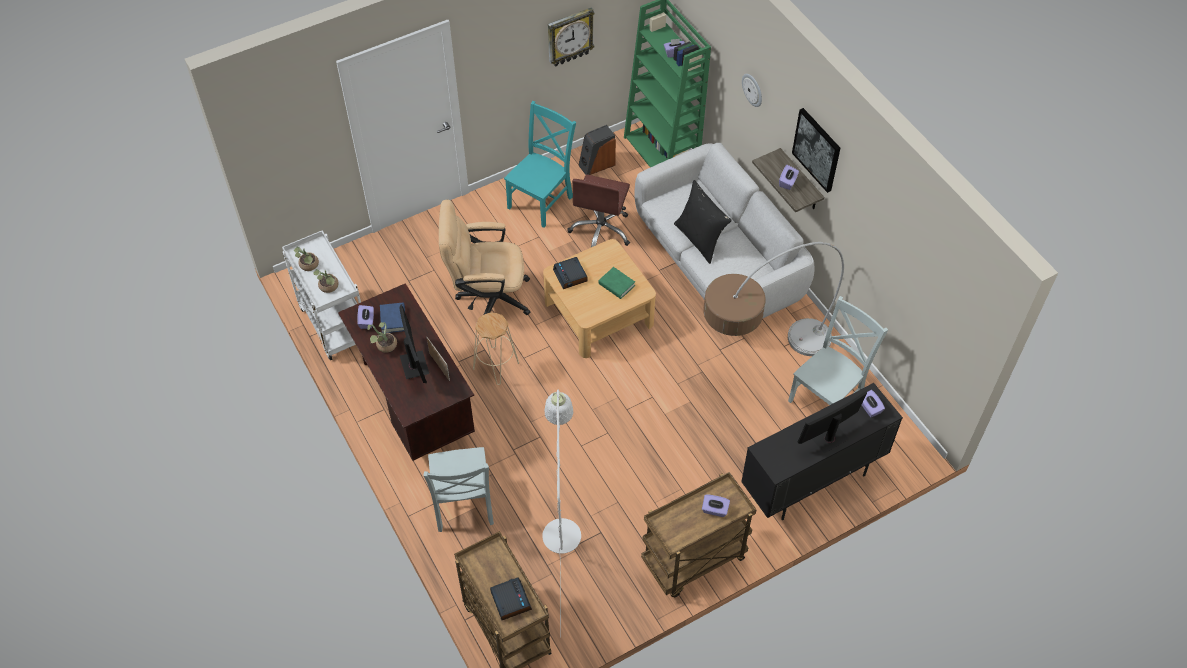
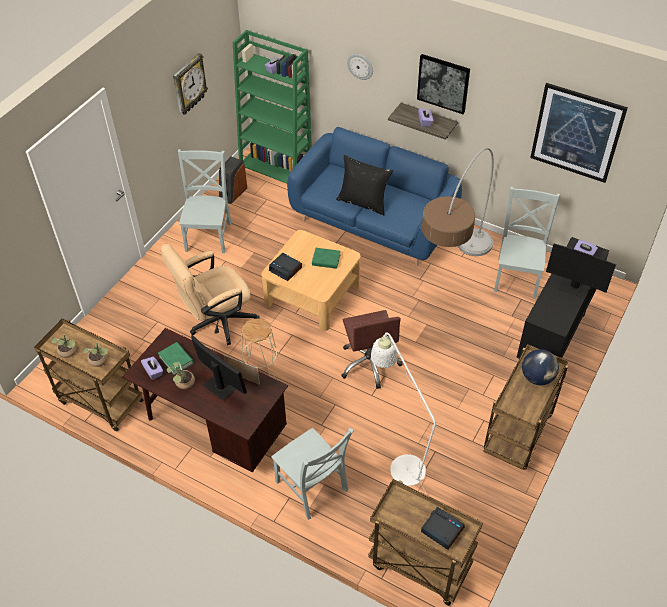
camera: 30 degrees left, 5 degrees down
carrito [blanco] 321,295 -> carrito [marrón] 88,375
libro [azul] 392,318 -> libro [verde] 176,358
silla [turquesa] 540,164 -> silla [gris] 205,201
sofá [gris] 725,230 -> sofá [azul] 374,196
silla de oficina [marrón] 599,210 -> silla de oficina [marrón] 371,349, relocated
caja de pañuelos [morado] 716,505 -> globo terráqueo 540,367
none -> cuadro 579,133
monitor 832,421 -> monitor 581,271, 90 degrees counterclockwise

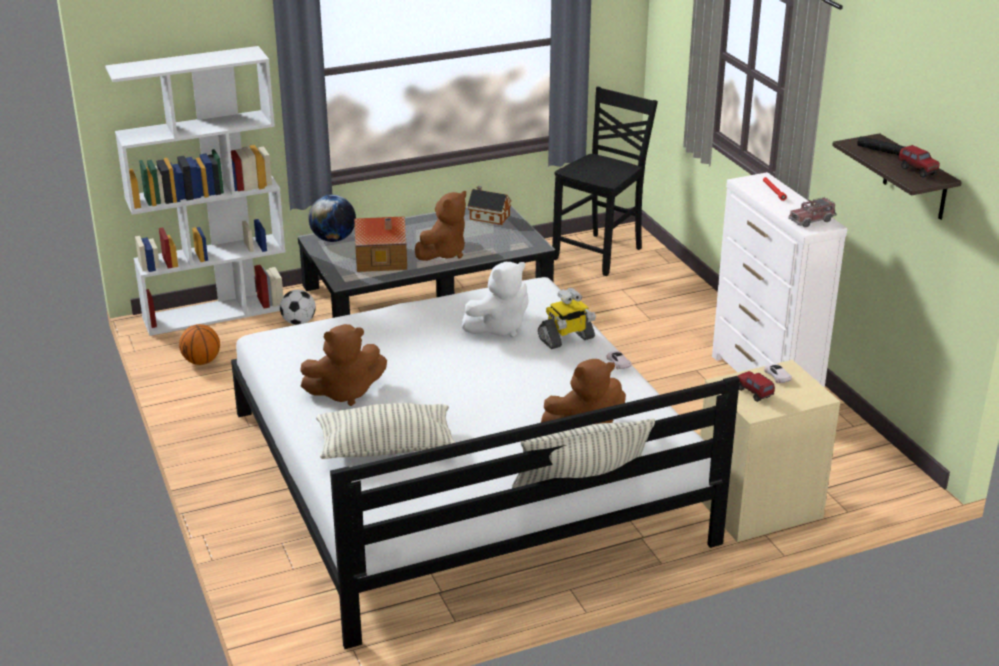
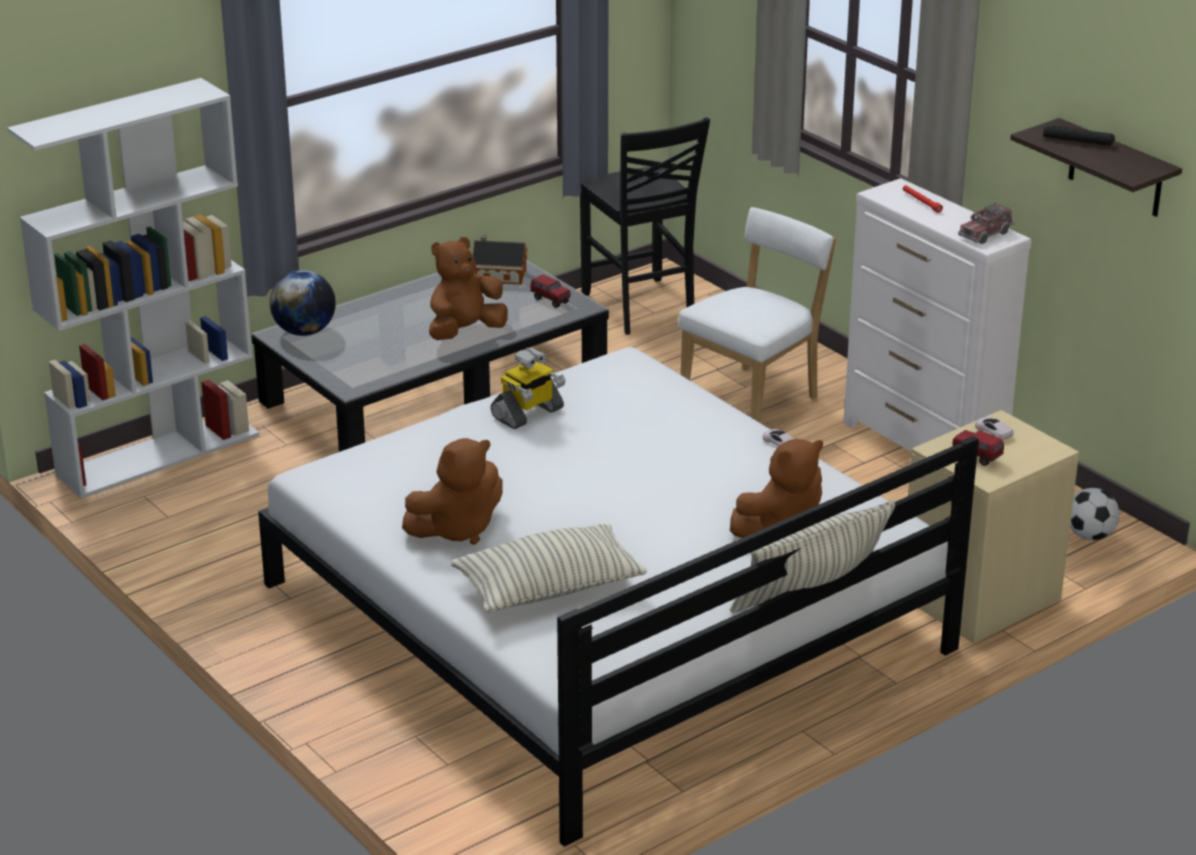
camera: 15 degrees left, 0 degrees up
peluche [marrón] 440,226 -> peluche [marrón] 468,288, 150 degrees counterclockwise
robot de juguete 567,318 -> robot de juguete 528,388, relocated
camión de juguete 919,161 -> camión de juguete 550,291, relocated
silla [negro] 605,181 -> silla [negro] 645,226, 135 degrees clockwise
none -> silla [blanco] 757,315
balón de fútbol 298,307 -> balón de fútbol 1095,514, relocated
balón de baloncesto 199,344 -> none
casita 380,244 -> none
peluche [blanco] 495,299 -> none

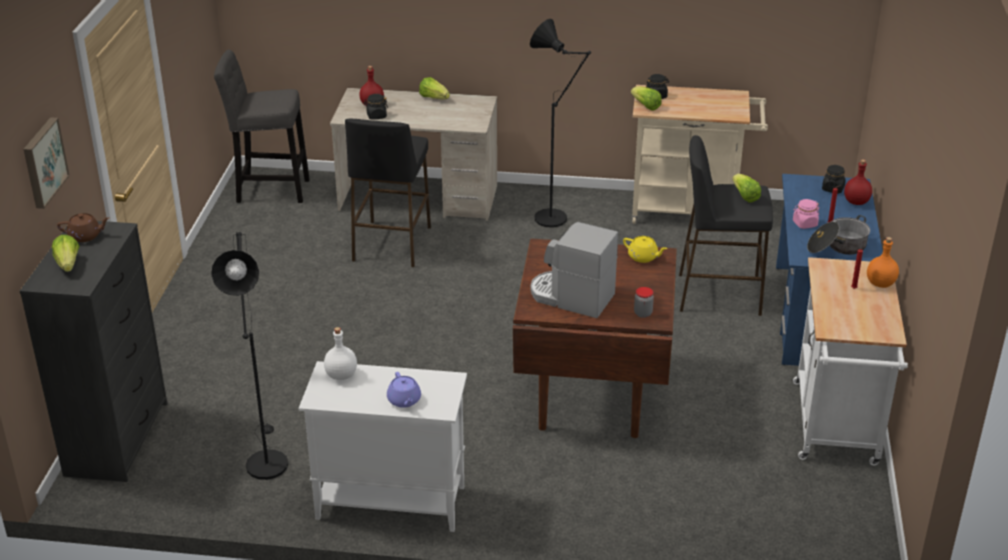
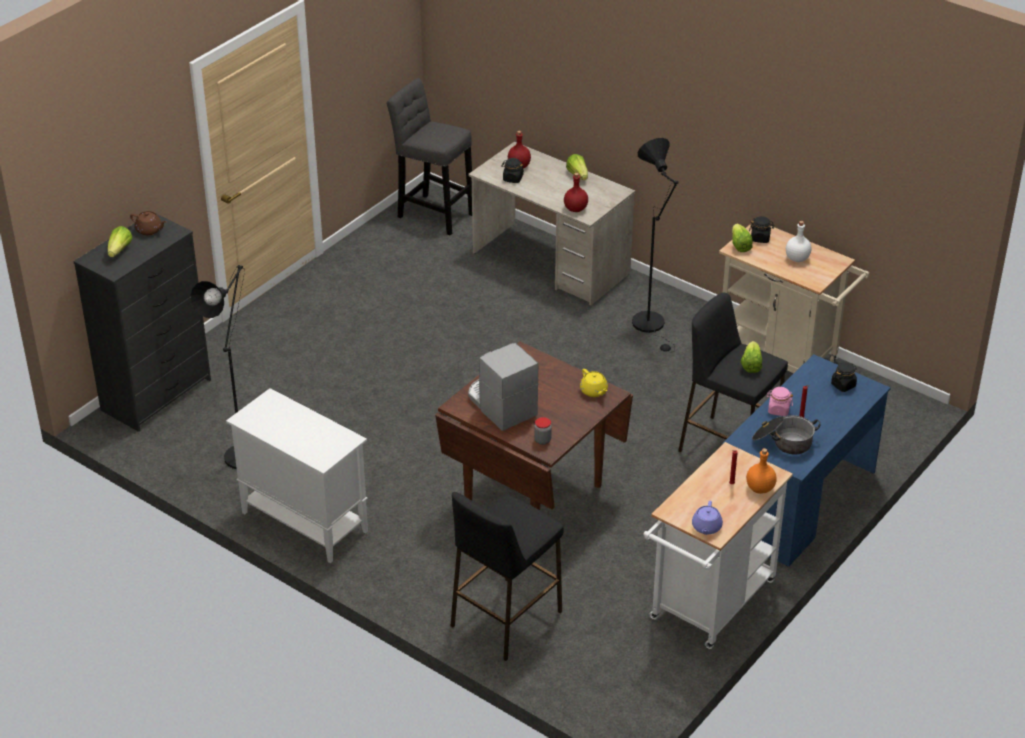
camera: 30 degrees right, 5 degrees up
taburete [negro] 388,193 -> taburete [negro] 507,576, relocated
botella [rojo] 858,182 -> botella [rojo] 576,192, relocated
tetera [morado] 404,390 -> tetera [morado] 707,518, relocated
botella [blanco] 340,353 -> botella [blanco] 799,241, relocated
cuadro 46,163 -> none

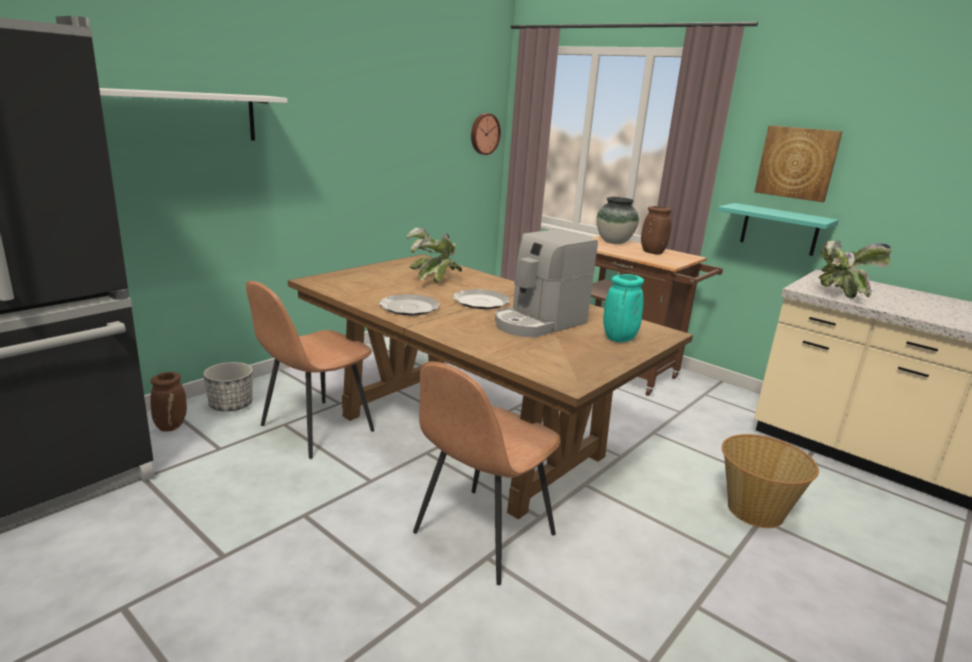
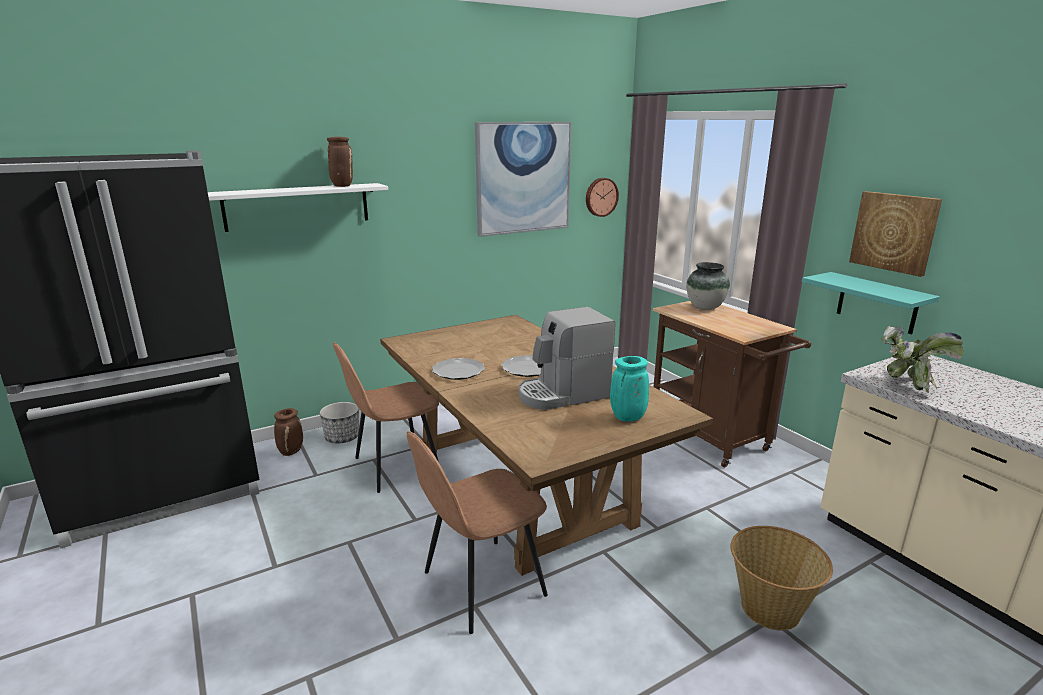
camera: 20 degrees right, 0 degrees up
florero [marrón] 656,230 -> florero [marrón] 340,162, relocated
none -> cuadro 523,179
planta en maceta 434,255 -> none

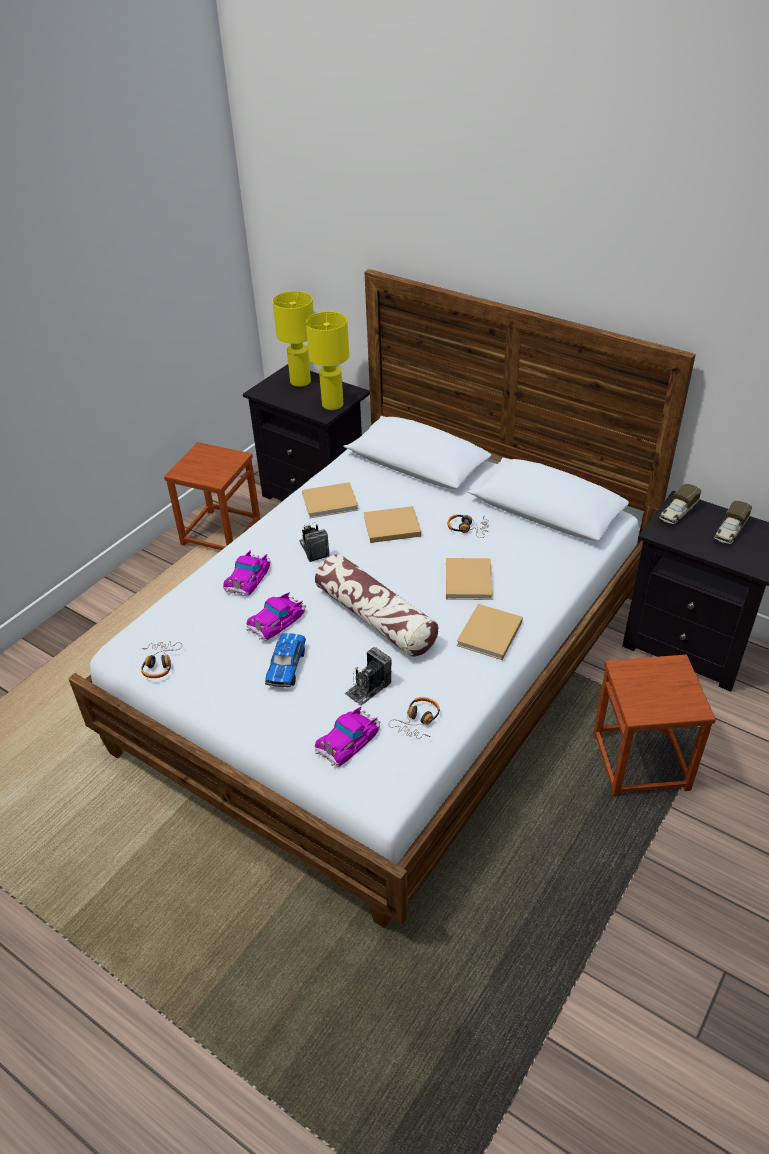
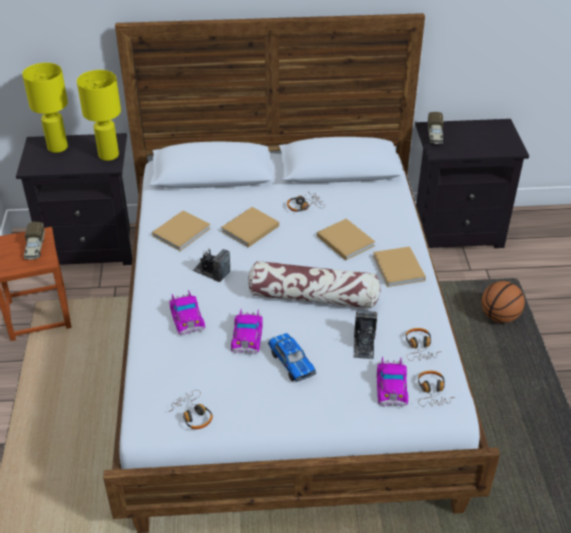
camera: 40 degrees left, 0 degrees up
camión de juguete 733,522 -> camión de juguete 34,241, relocated
none -> auriculares 437,389
taburete [marrón] 654,725 -> balón de baloncesto 503,302

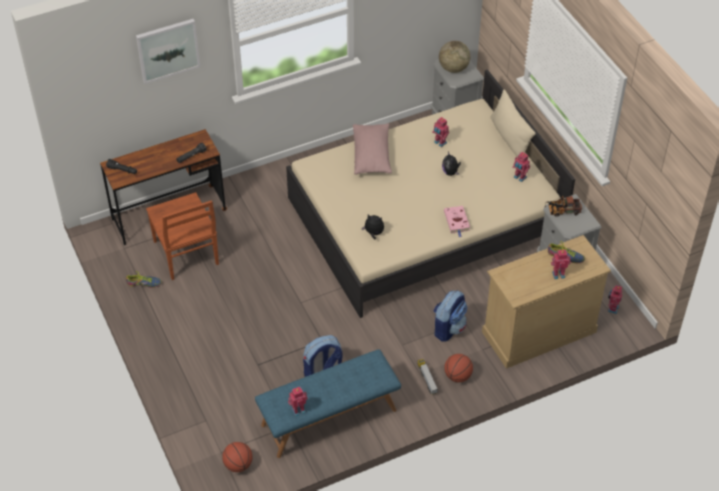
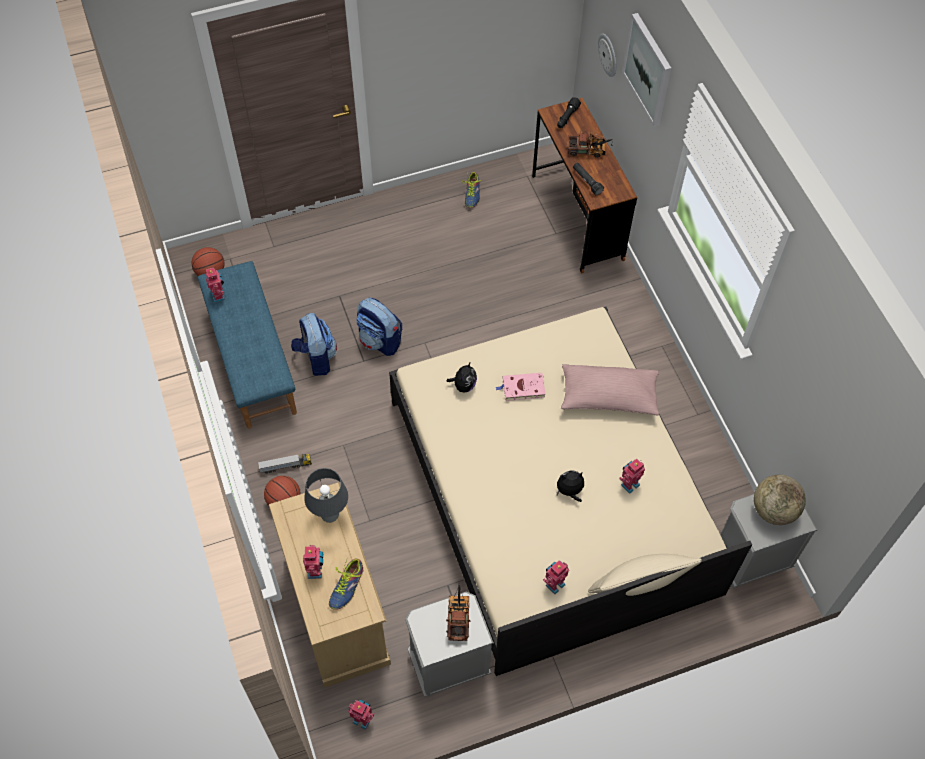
camera: 95 degrees right, 10 degrees up
none -> lámpara de mesa [gris] 326,495
mochila 450,316 -> mochila 379,326, relocated
libro [rosa] 457,221 -> libro [rosa] 520,387, relocated
none -> camión de juguete 590,144
none -> reloj de pared 607,55
silla [marrón] 182,236 -> none

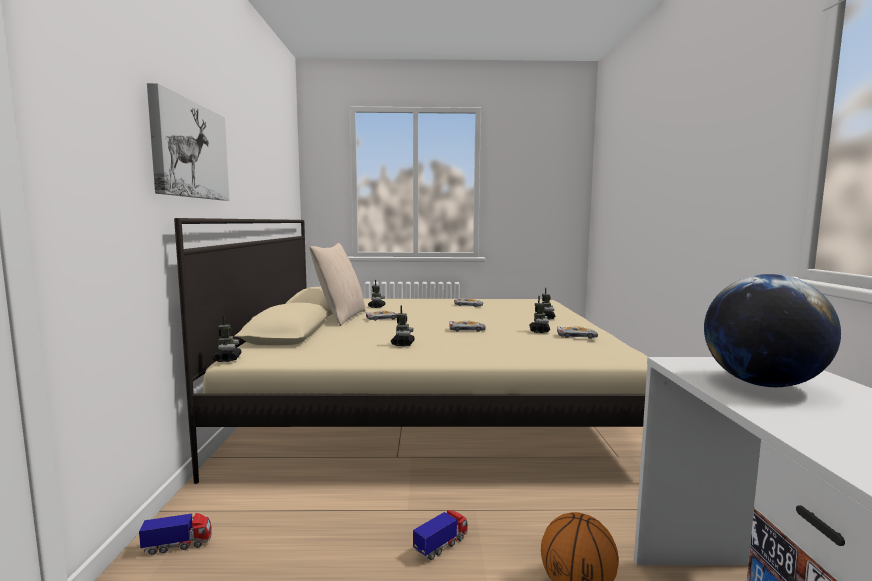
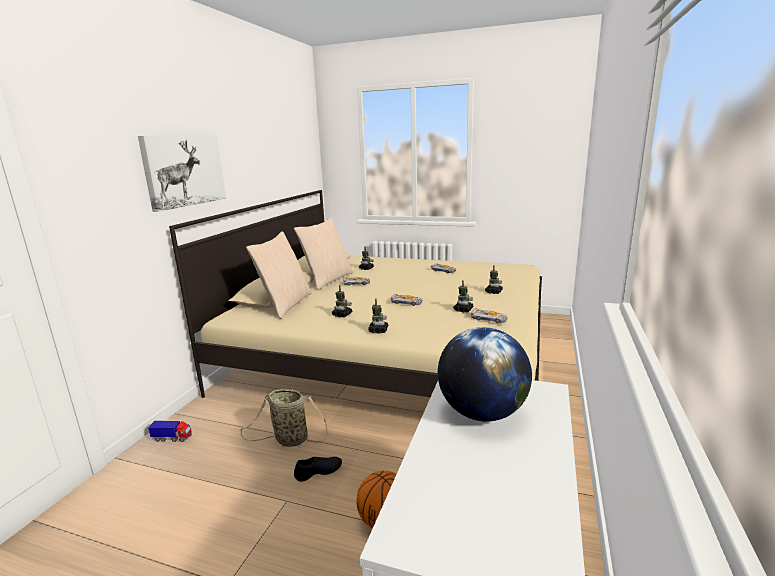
camera: 20 degrees right, 10 degrees up
none -> cesta 283,418
none -> cojín [beis] 279,275
camión de juguete 440,535 -> zapato [negro] 318,469
robot de juguete 227,339 -> robot de juguete 378,316, relocated

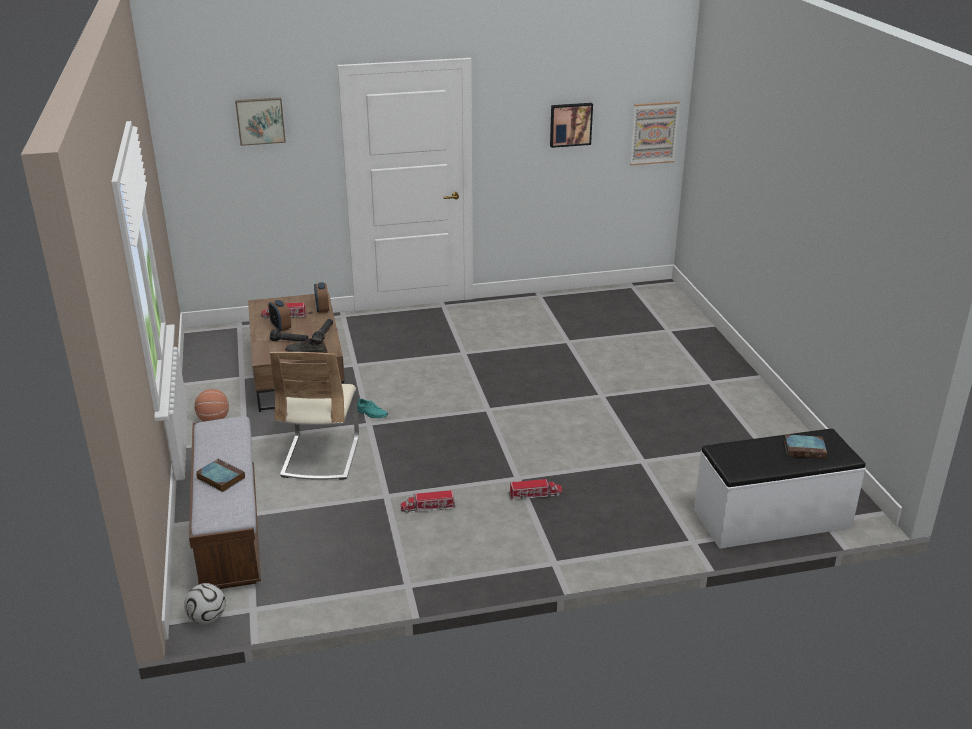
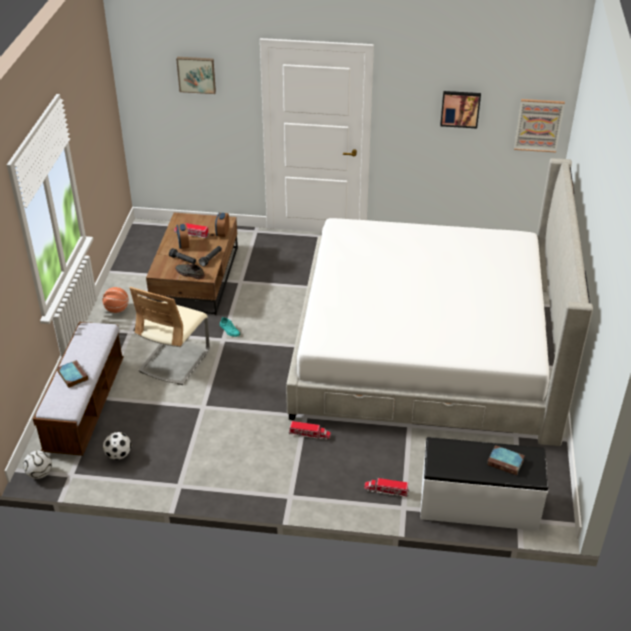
camera: 20 degrees right, 10 degrees up
none -> balón de fútbol 117,446
none -> cama 439,302
camión de juguete 428,501 -> camión de juguete 386,487, relocated

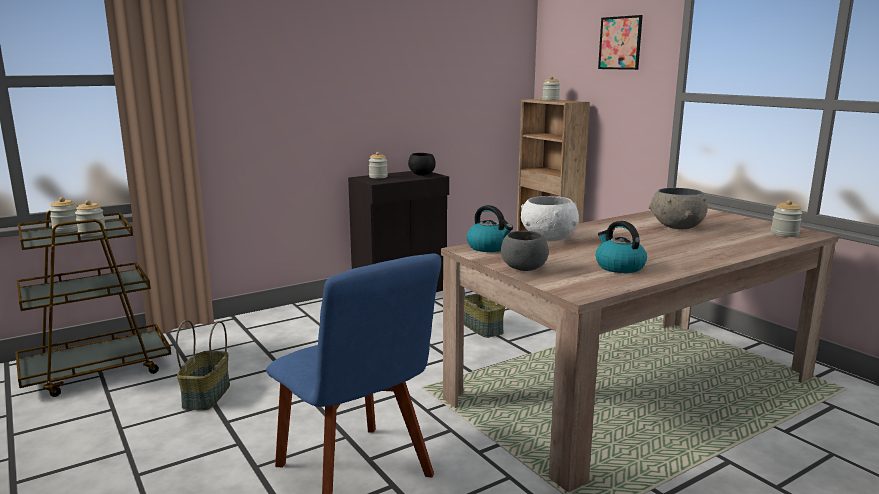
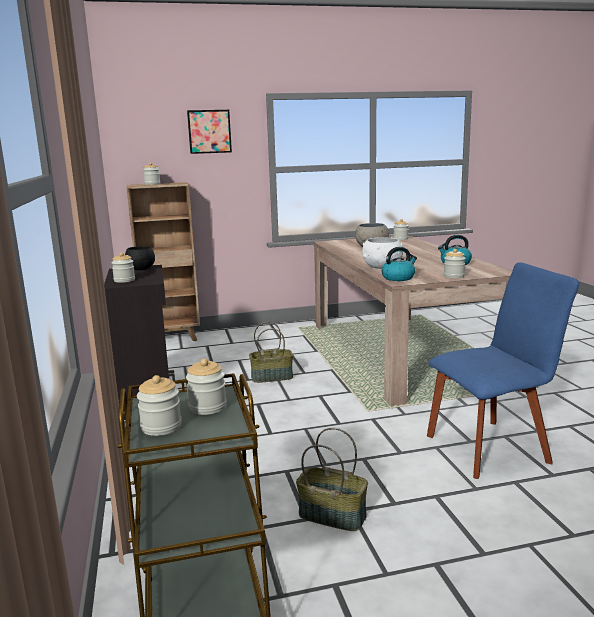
camera: 70 degrees left, 0 degrees up
cuenco [gris] 525,251 -> tarro 455,263

